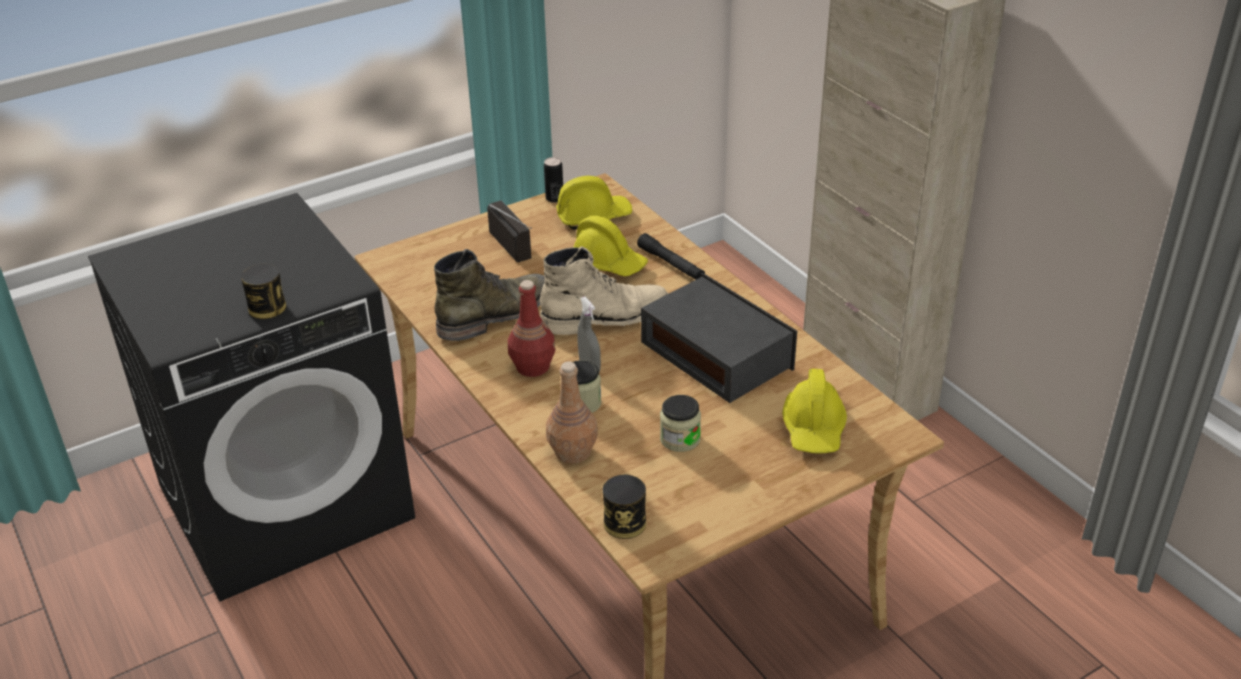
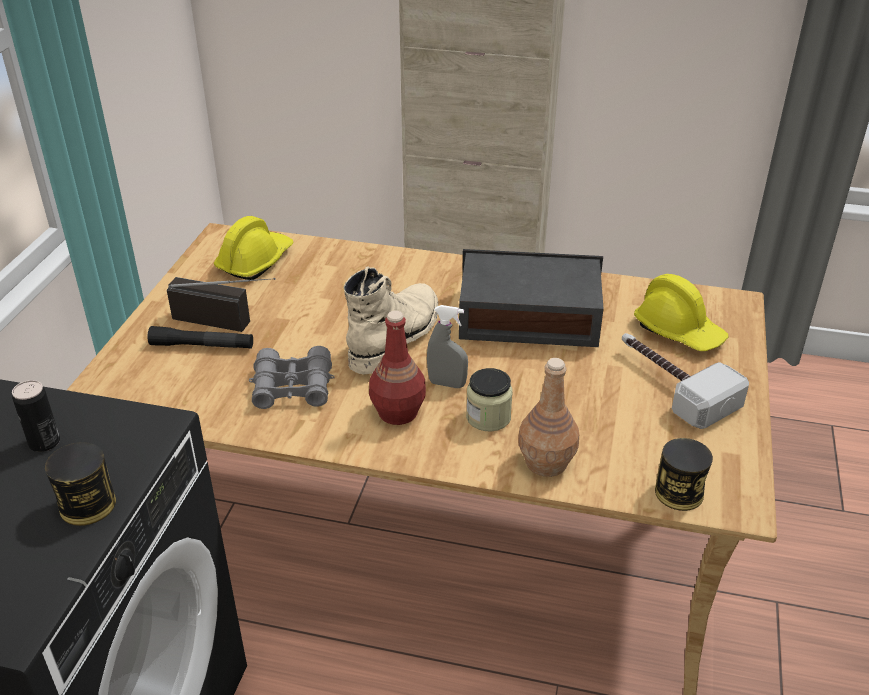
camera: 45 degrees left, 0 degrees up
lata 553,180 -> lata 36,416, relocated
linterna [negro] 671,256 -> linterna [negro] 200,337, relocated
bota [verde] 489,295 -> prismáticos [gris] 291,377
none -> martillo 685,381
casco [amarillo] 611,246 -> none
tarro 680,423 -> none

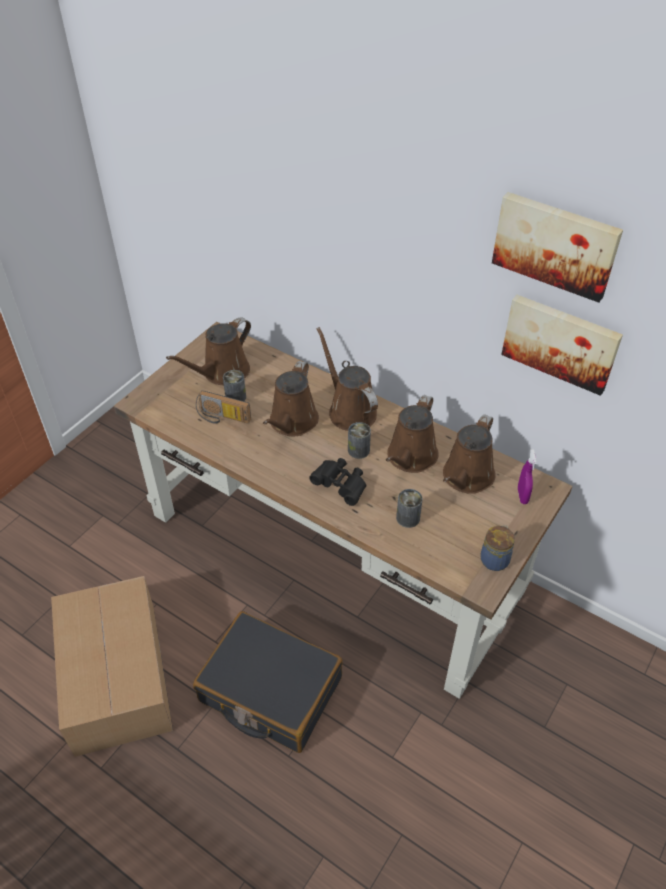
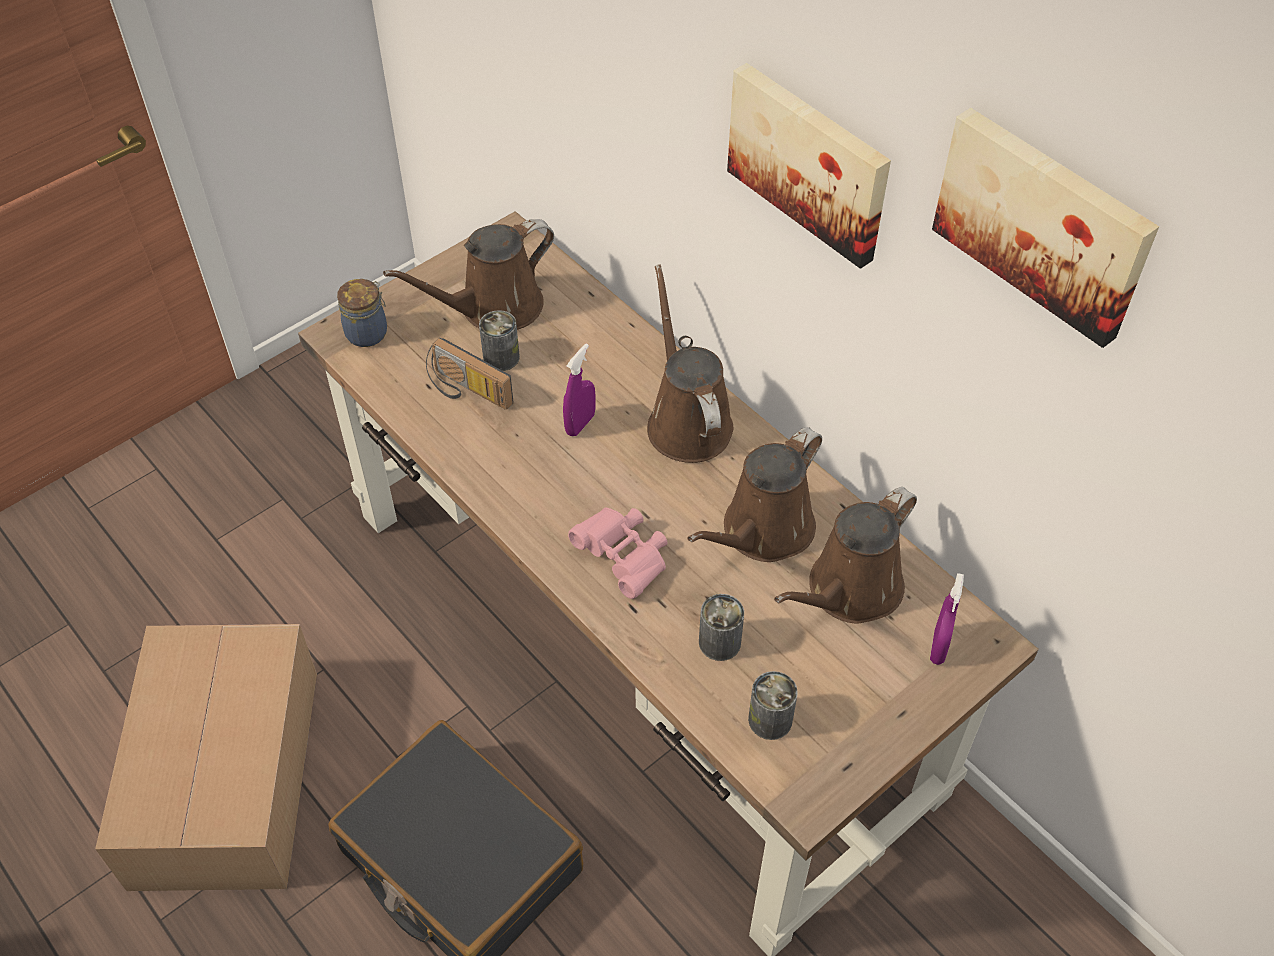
camera: 15 degrees right, 5 degrees up
tarro 497,548 -> tarro 362,313, relocated
regadera [marrón] 291,398 -> pulverizador [morado] 579,390
prismáticos [negro] 337,482 -> prismáticos [rosa] 617,553
cuadro 562,345 -> cuadro 809,166, relocated
lata 359,440 -> lata 773,705, relocated

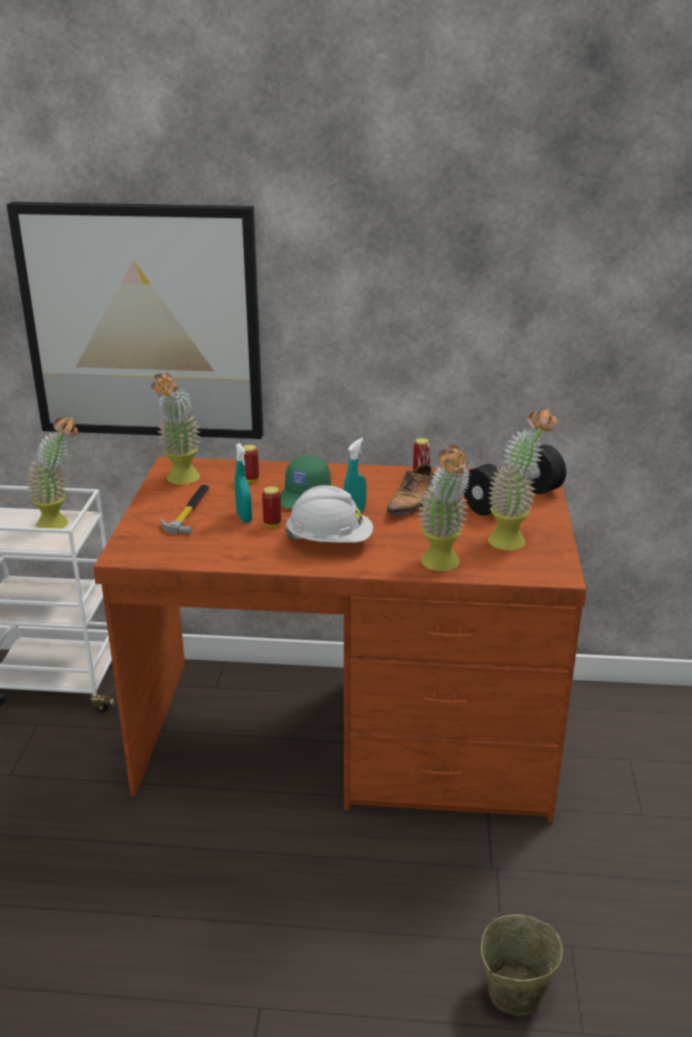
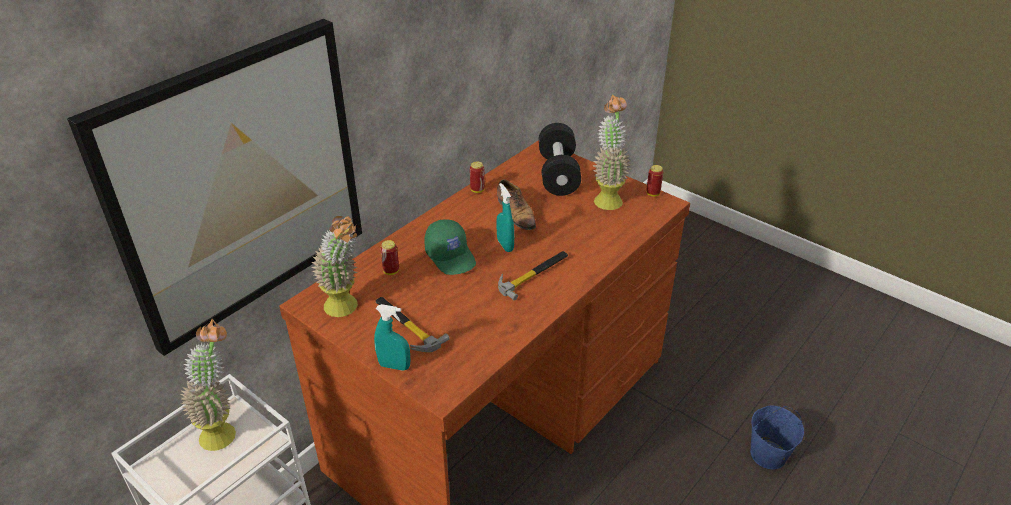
camera: 55 degrees left, 10 degrees up
pulverizador [turquesa] 243,483 -> pulverizador [turquesa] 392,337, relocated
casco [blanco] 329,514 -> martillo 533,275
lata 272,506 -> lata 654,181, relocated
cubo [beis] 521,963 -> cubo [azul] 777,437
planta en maceta 444,507 -> none

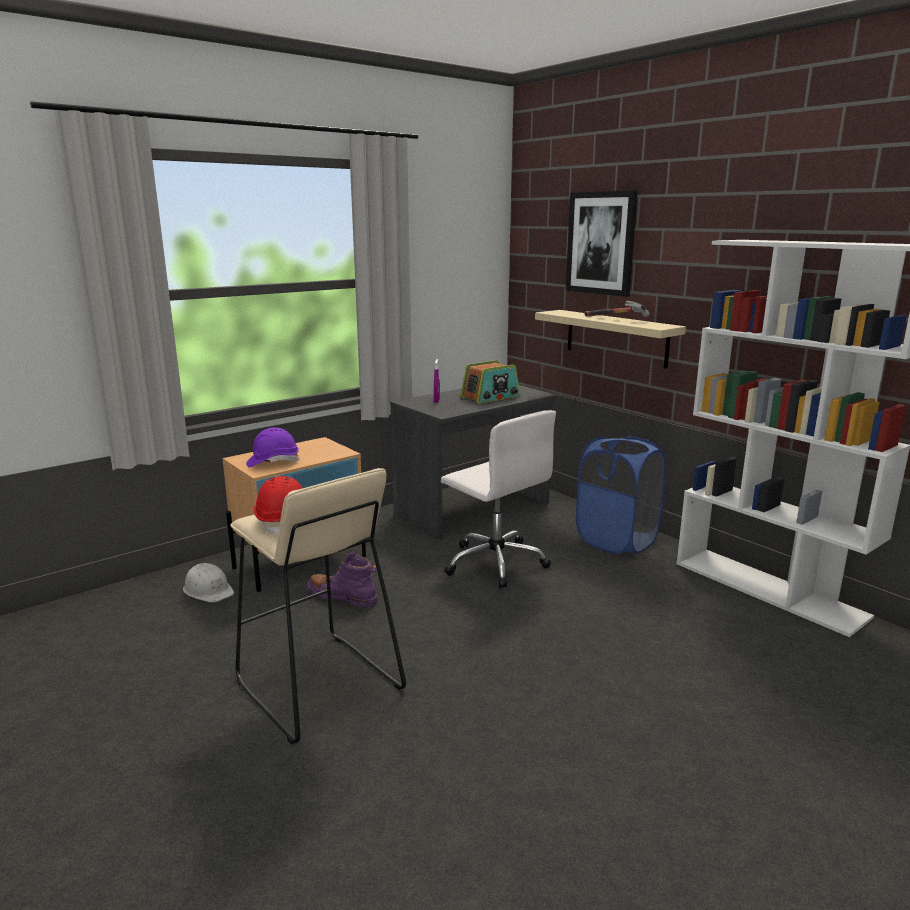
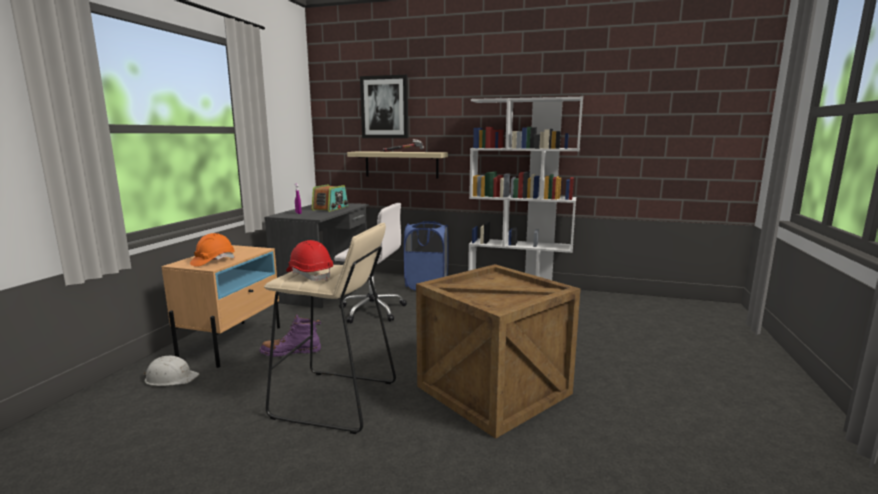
camera: 35 degrees left, 5 degrees down
casco [morado] 273,447 -> casco [naranja] 212,250
none -> caja de embalaje 498,351

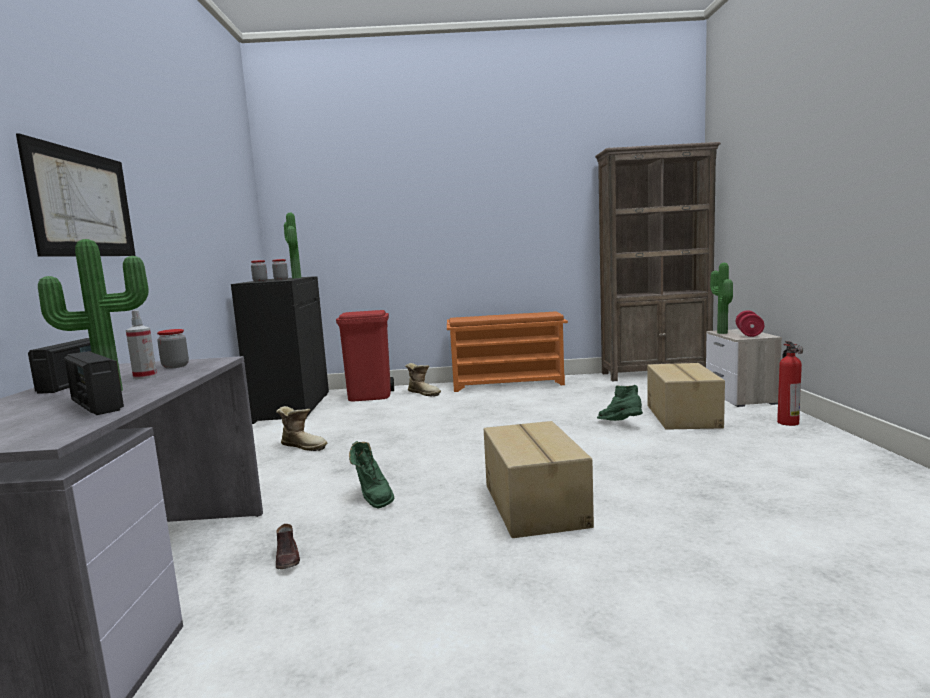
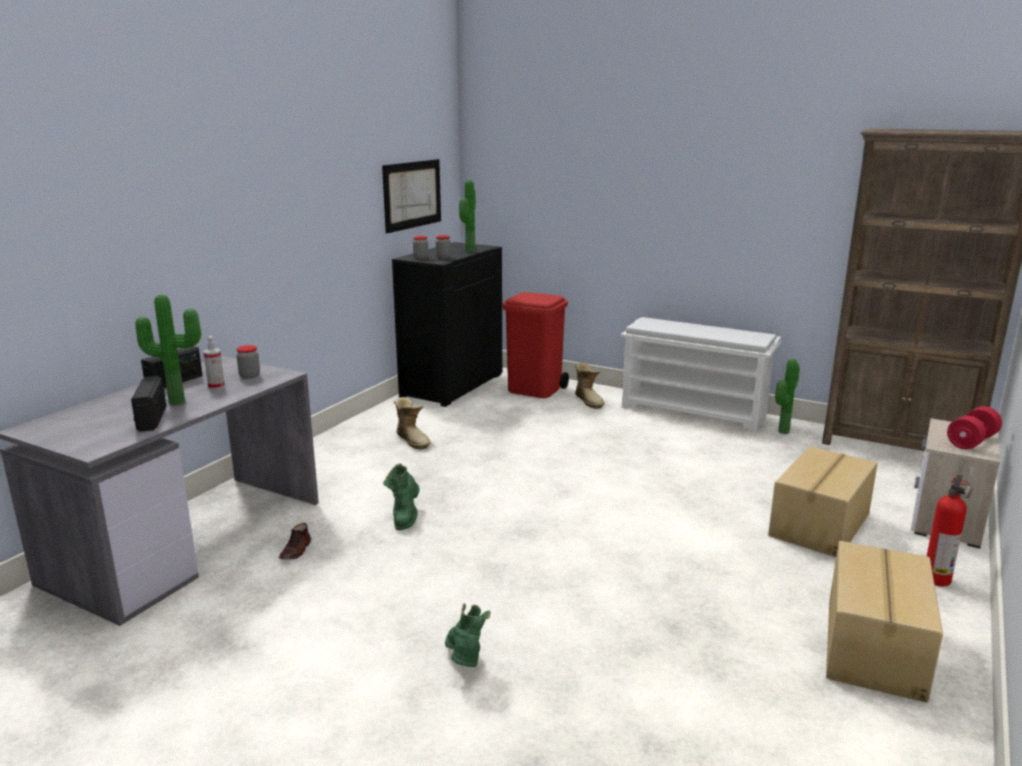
camera: 30 degrees right, 10 degrees up
cuadro 76,195 -> cuadro 411,196, relocated
bota [verde] 620,403 -> bota [verde] 468,635, relocated
zapatero [naranja] 507,351 -> zapatero [blanco] 701,375
planta en maceta 721,298 -> planta en maceta 787,396, relocated
caja de cartón 539,479 -> caja de cartón 884,622, relocated

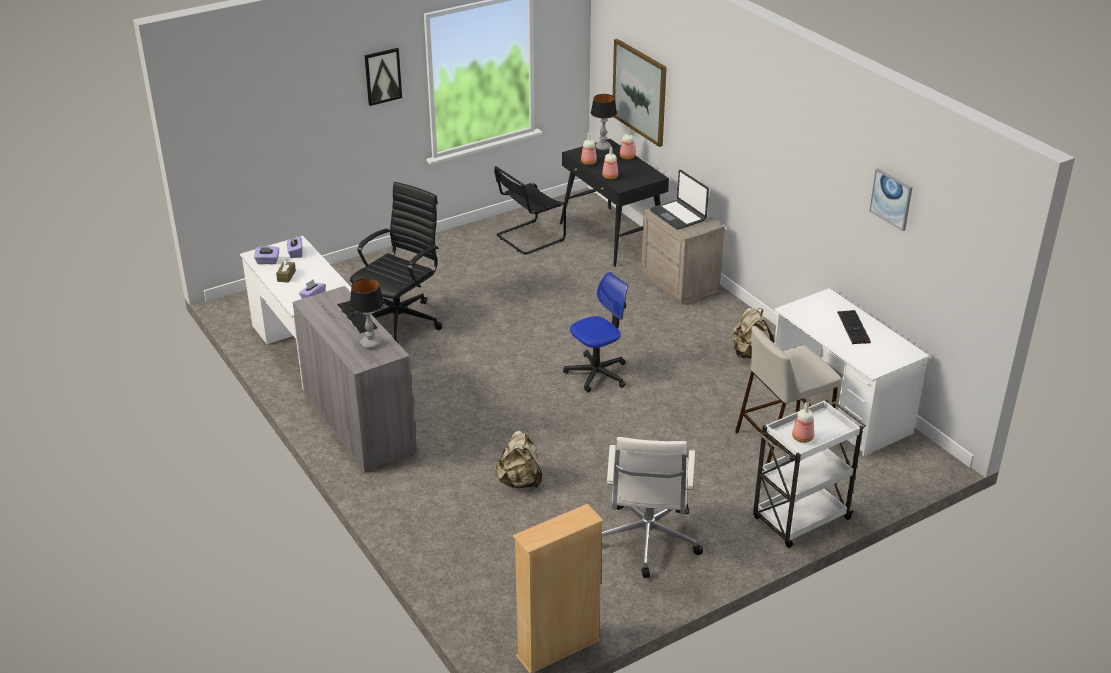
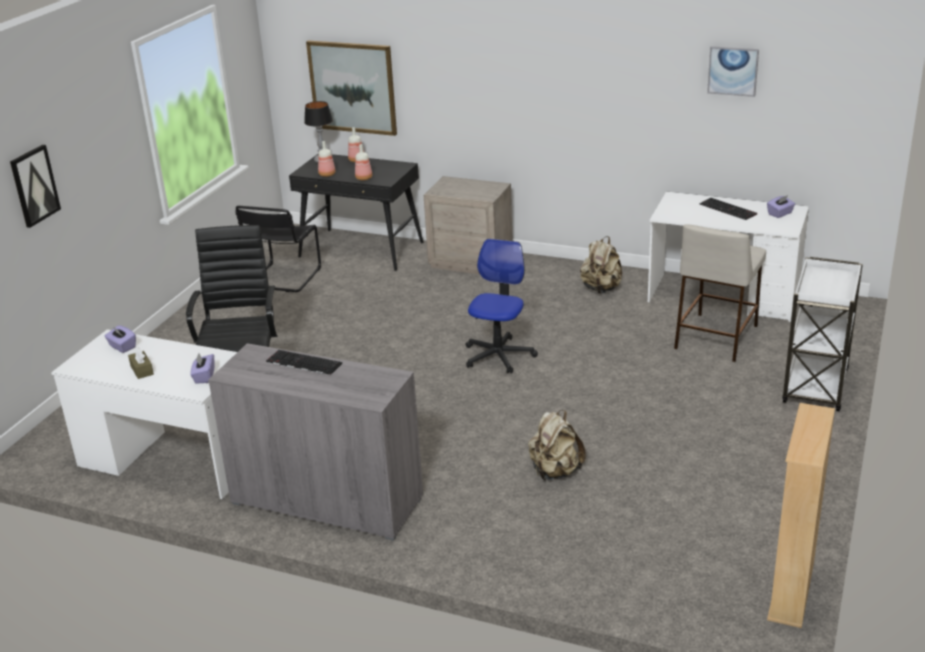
camera: 35 degrees left, 5 degrees down
cuadro 383,77 -> cuadro 35,186, relocated
caja de pañuelos [morado] 266,255 -> caja de pañuelos [morado] 781,206, relocated
lámpara de mesa 367,313 -> none
silla de oficina [blanco] 652,507 -> none
portátil 679,199 -> none
botella 803,422 -> none

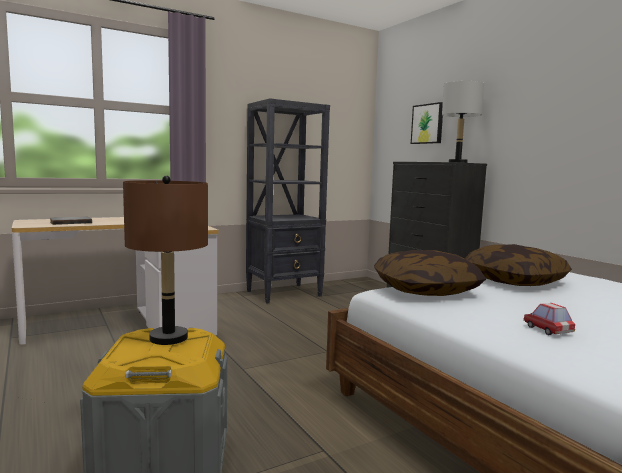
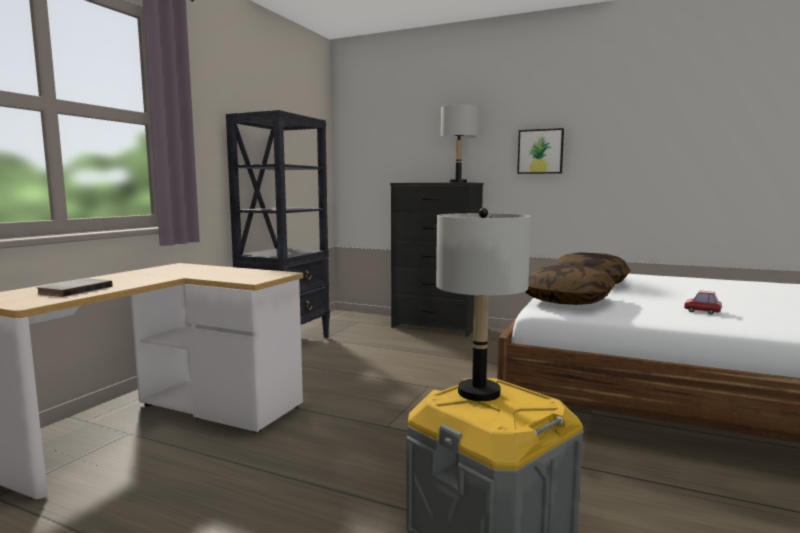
camera: 35 degrees left, 0 degrees up
lámpara de mesa [marrón] 165,260 -> lámpara de mesa [gris] 483,304
cuadro 427,123 -> cuadro 540,151, relocated

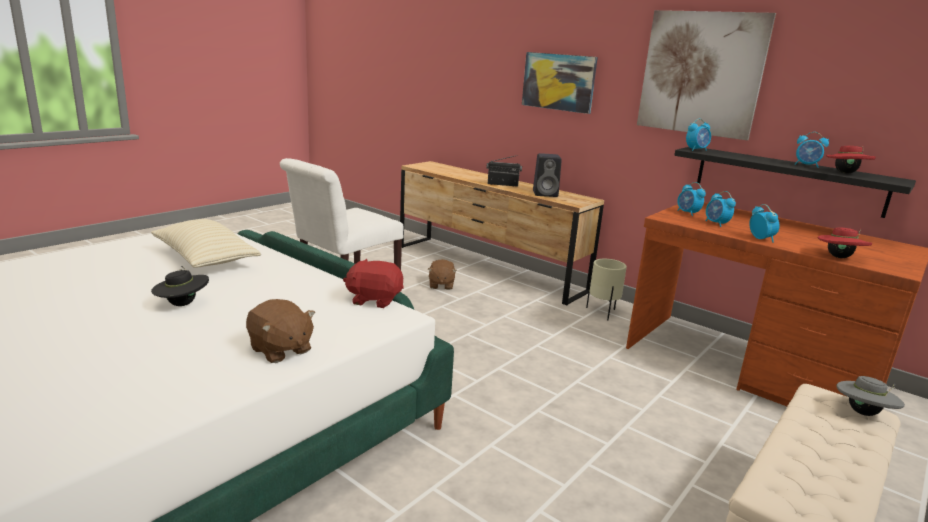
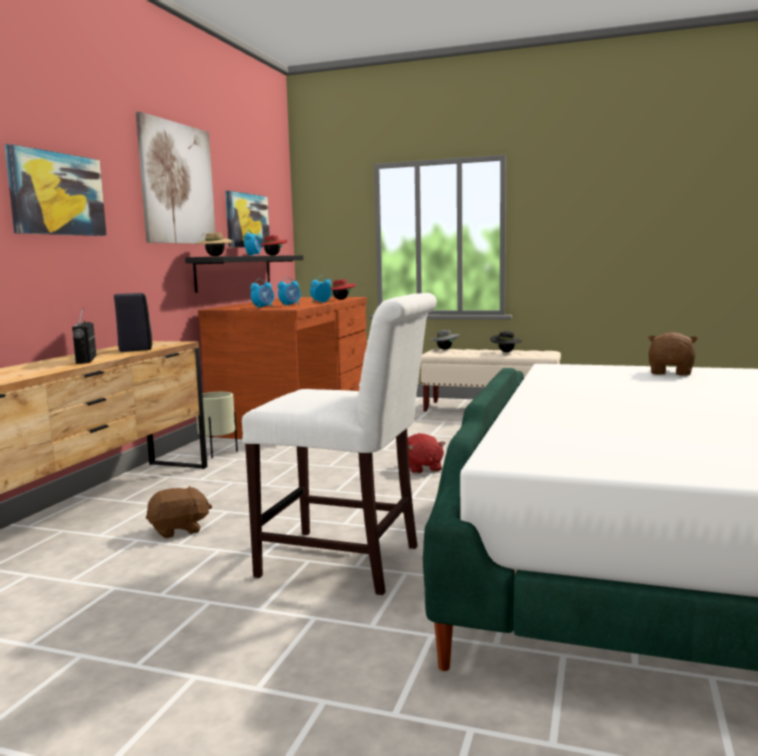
camera: 110 degrees left, 10 degrees down
despertador 698,135 -> sombrero [beis] 214,244
none -> cuadro 247,219
peluche [rojo] 373,283 -> peluche [rojo] 427,453, relocated
sombrero [negro] 180,286 -> sombrero [negro] 506,341, relocated
cojín [beis] 206,243 -> none

